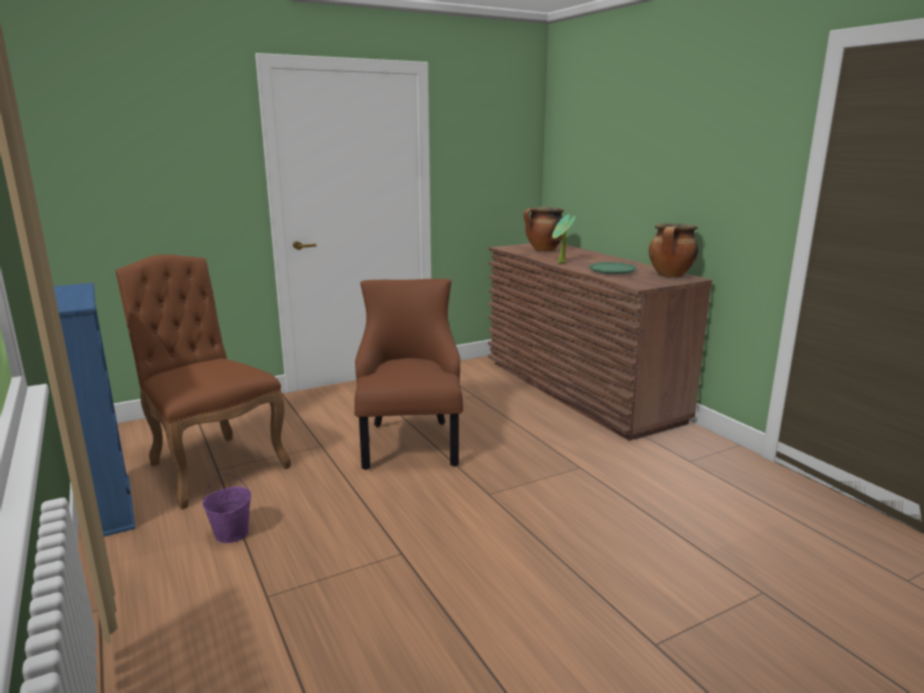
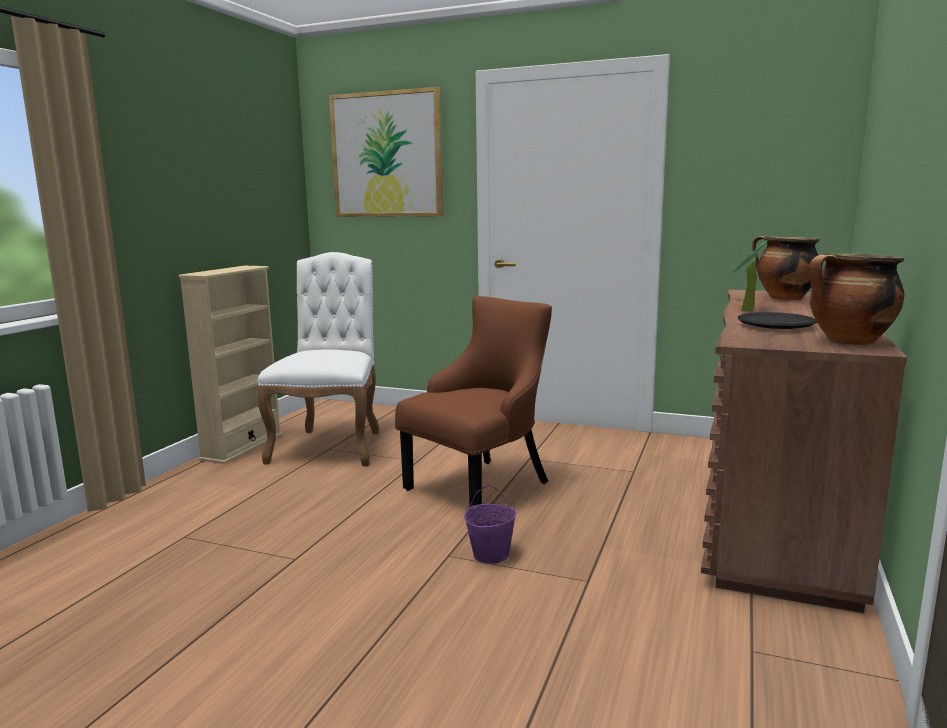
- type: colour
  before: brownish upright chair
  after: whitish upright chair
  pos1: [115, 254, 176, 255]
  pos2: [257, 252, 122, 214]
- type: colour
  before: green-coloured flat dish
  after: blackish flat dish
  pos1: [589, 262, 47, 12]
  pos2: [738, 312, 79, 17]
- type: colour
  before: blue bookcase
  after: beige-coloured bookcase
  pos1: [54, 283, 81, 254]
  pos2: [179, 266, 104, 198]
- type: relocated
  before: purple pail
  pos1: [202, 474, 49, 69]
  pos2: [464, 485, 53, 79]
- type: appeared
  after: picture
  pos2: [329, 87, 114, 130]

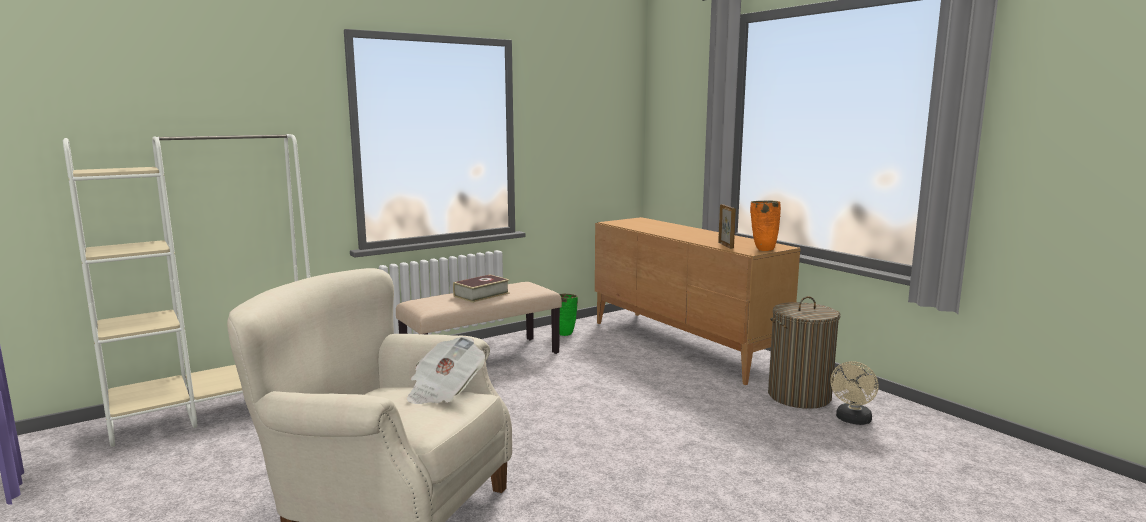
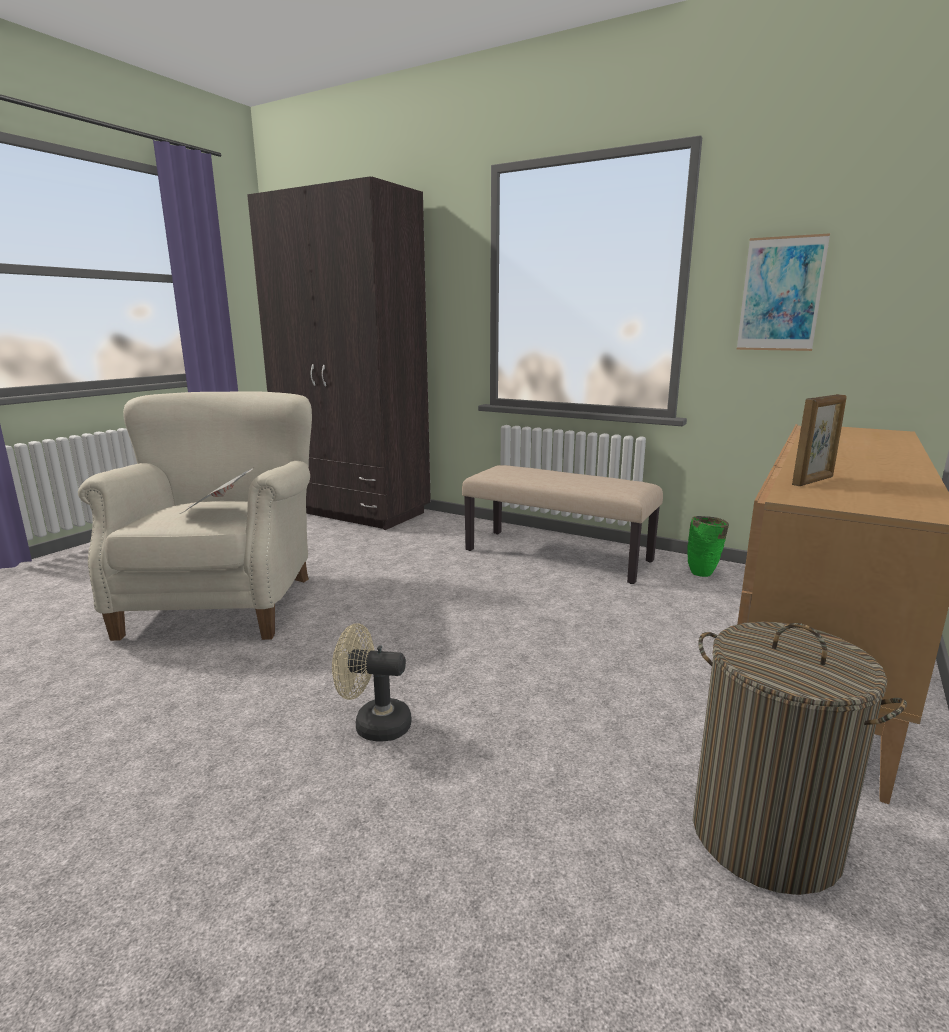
- type: exchanged
  before: beige-coloured garment stand
  after: brownish wardrobe
  pos1: [63, 134, 247, 313]
  pos2: [247, 176, 184, 354]
- type: missing
  before: orange vase
  pos1: [750, 200, 31, 51]
- type: missing
  before: book
  pos1: [453, 274, 57, 28]
- type: relocated
  before: beige-coloured cooling fan
  pos1: [831, 361, 48, 64]
  pos2: [332, 623, 80, 119]
- type: appeared
  after: picture
  pos2: [736, 233, 94, 118]

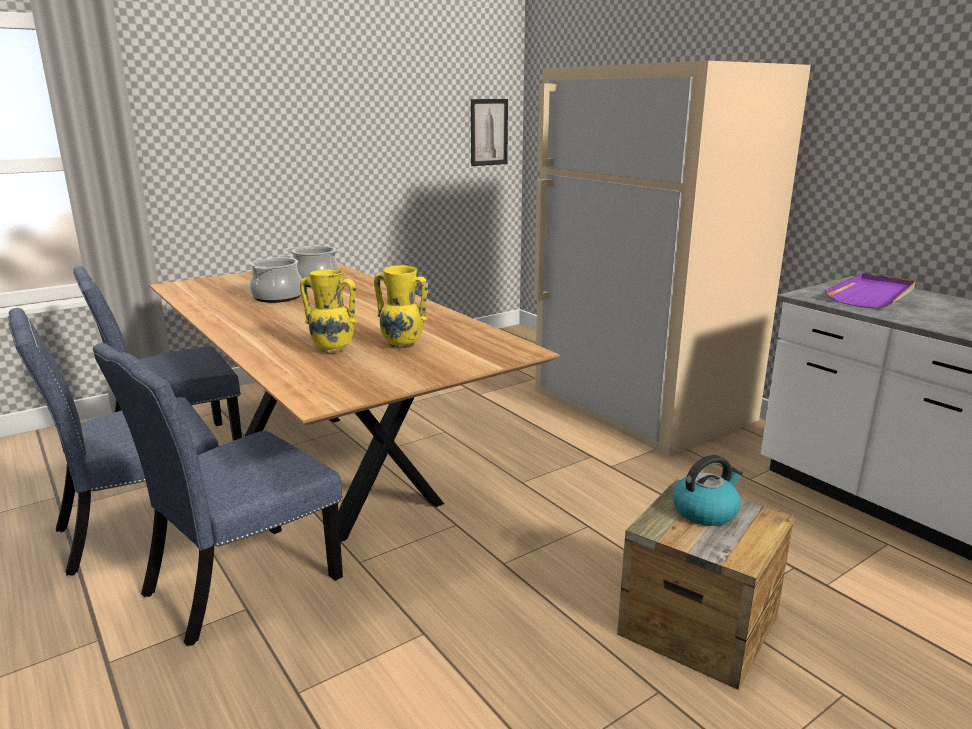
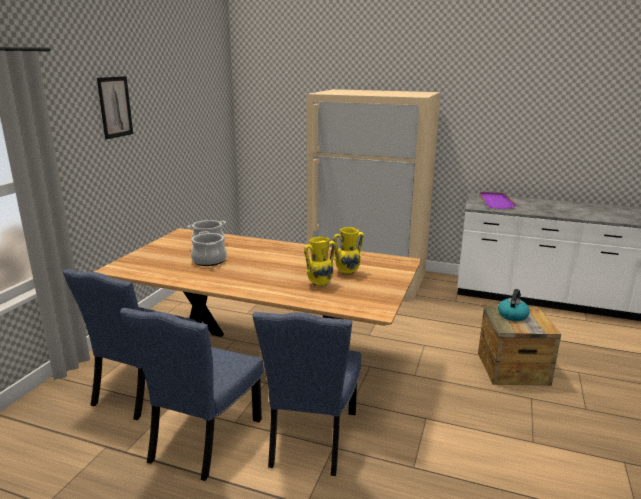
- type: relocated
  before: picture
  pos1: [471, 99, 37, 67]
  pos2: [97, 76, 36, 63]

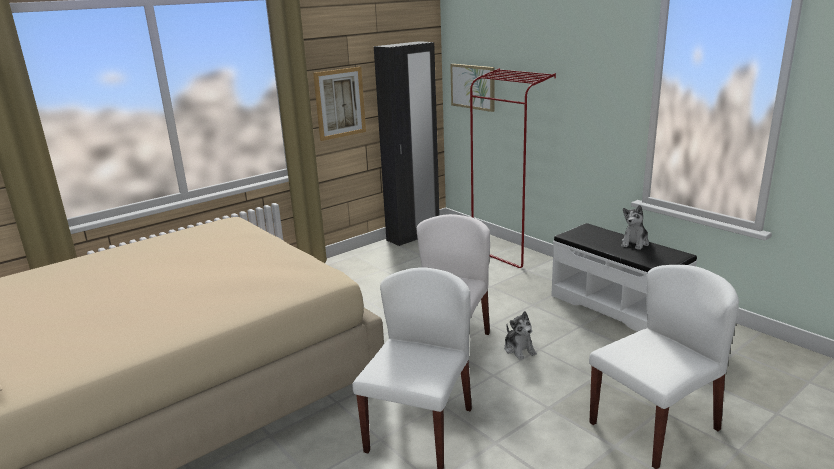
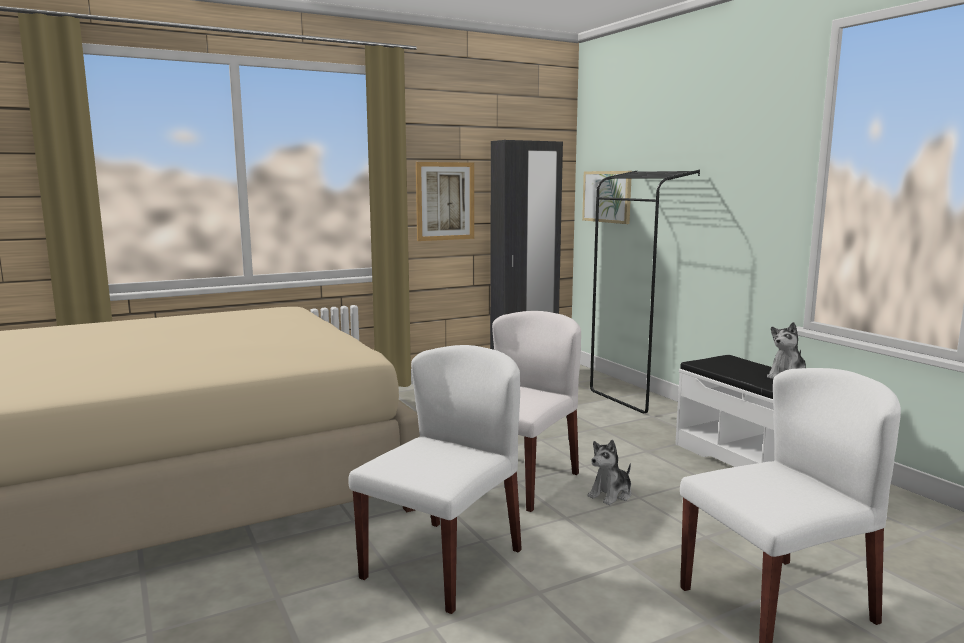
- type: colour
  before: reddish garment stand
  after: blackish garment stand
  pos1: [470, 68, 86, 200]
  pos2: [590, 170, 110, 243]
- type: spun
  before: plush toy
  pos1: [504, 311, 33, 49]
  pos2: [587, 440, 44, 65]
  turn: 60

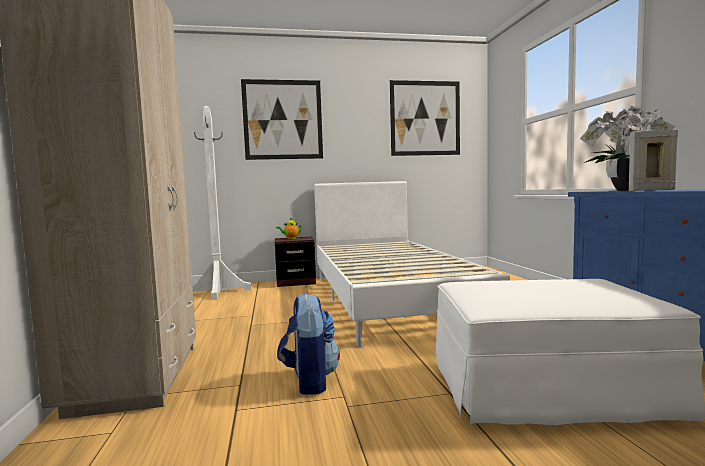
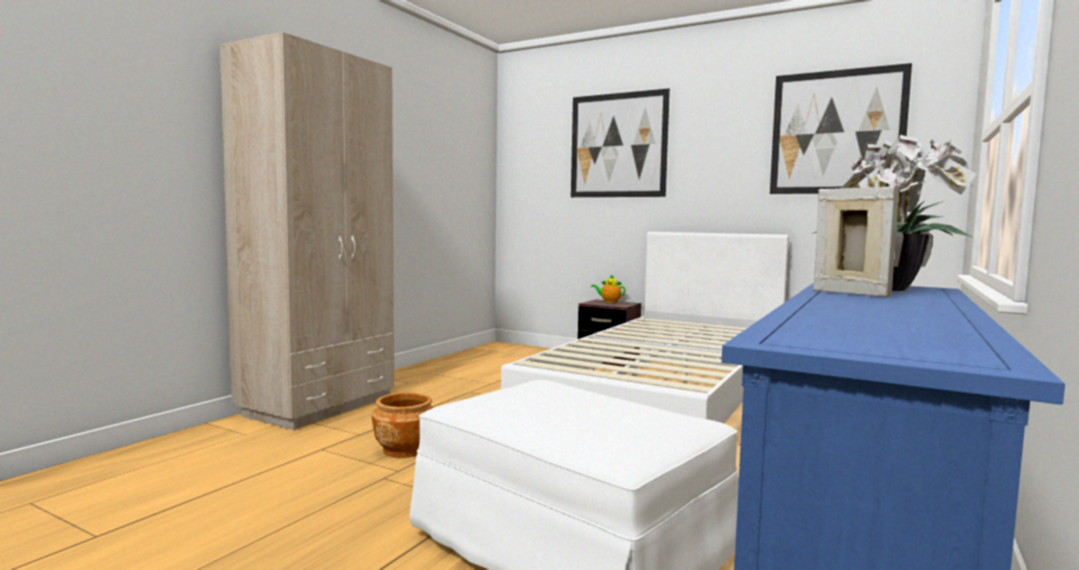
- type: missing
  before: whitish garment stand
  pos1: [192, 106, 60, 194]
- type: exchanged
  before: rucksack
  after: brownish flower pot
  pos1: [277, 293, 63, 102]
  pos2: [372, 392, 61, 66]

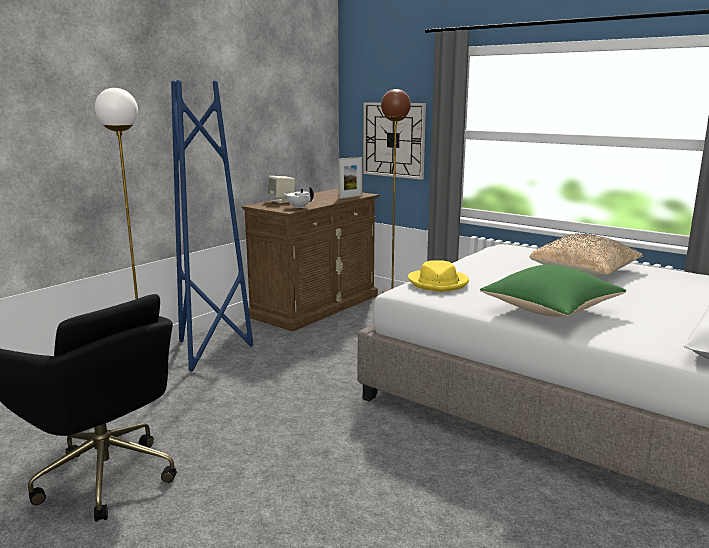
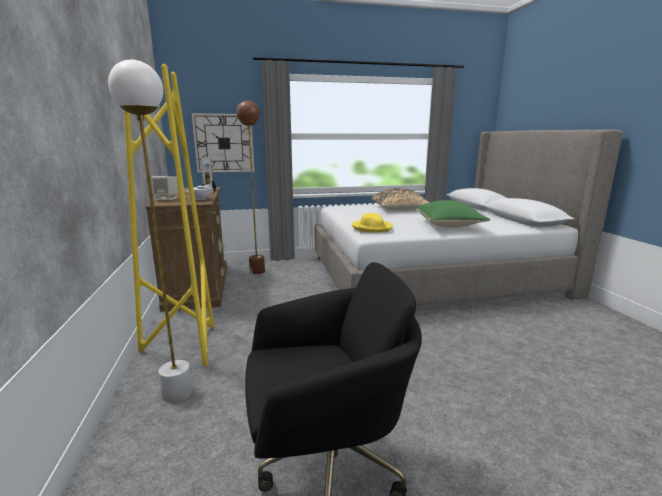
- type: colour
  before: blue garment stand
  after: yellowish garment stand
  pos1: [171, 80, 82, 292]
  pos2: [124, 64, 90, 303]

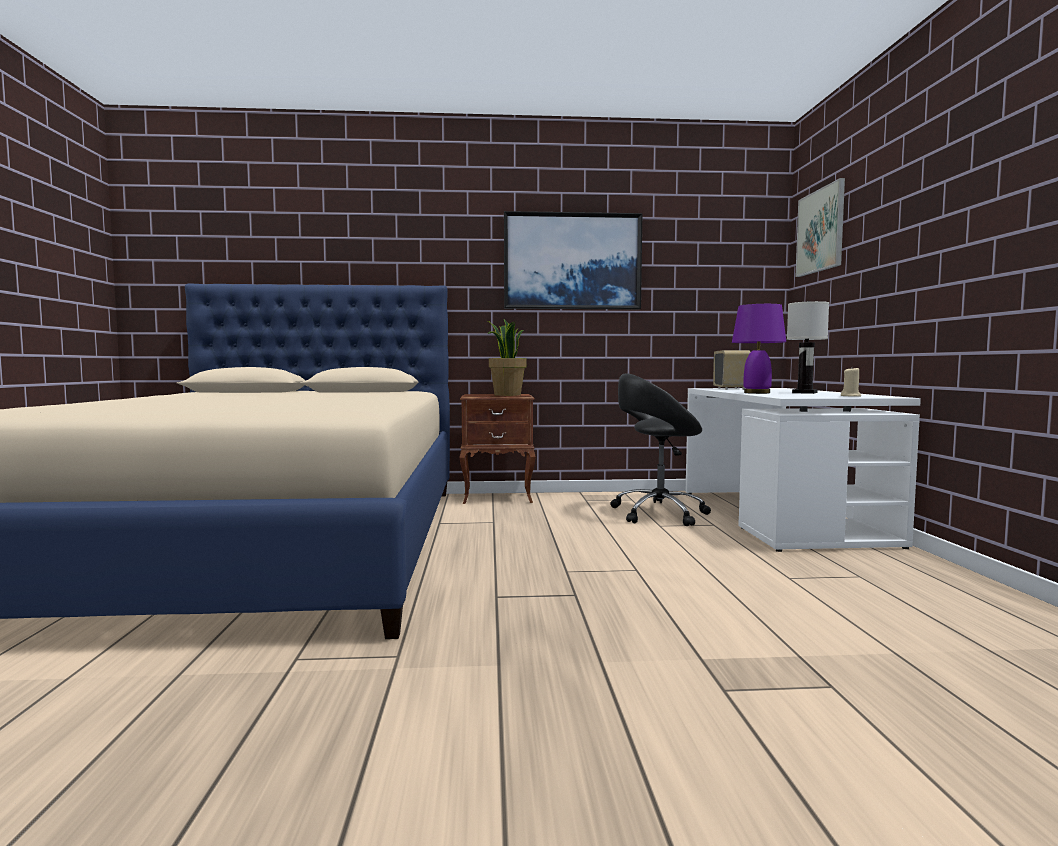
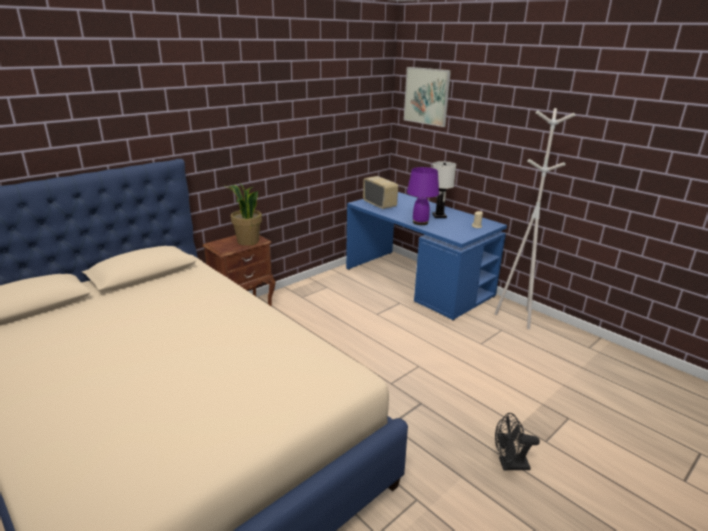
- type: missing
  before: picture
  pos1: [504, 211, 138, 98]
- type: missing
  before: blackish office chair
  pos1: [610, 373, 101, 153]
- type: colour
  before: whitish desk
  after: blue desk
  pos1: [686, 388, 235, 164]
  pos2: [346, 192, 161, 128]
- type: appeared
  after: gray garment stand
  pos2: [495, 108, 80, 221]
- type: appeared
  after: blackish cooling fan
  pos2: [495, 413, 45, 57]

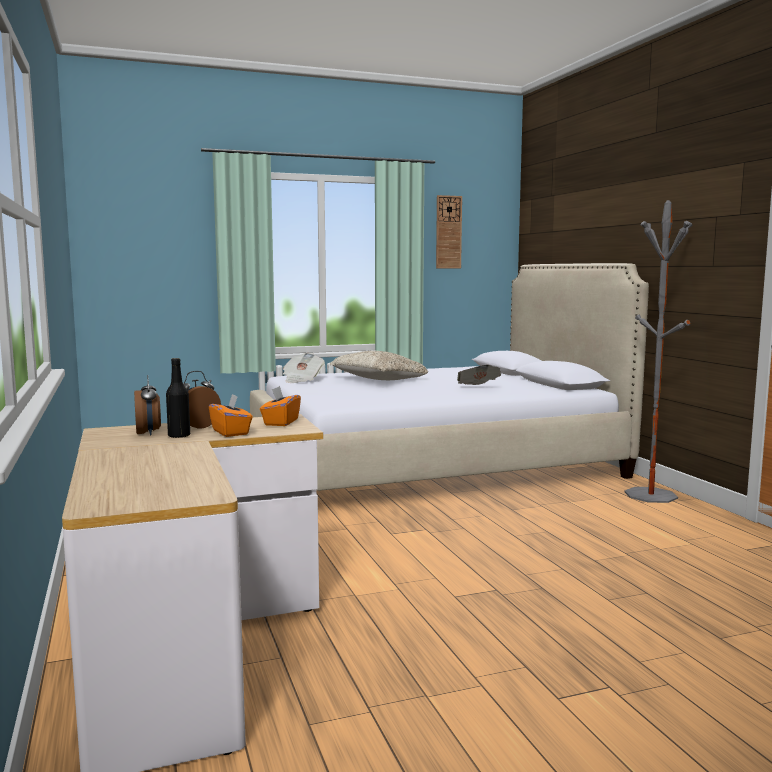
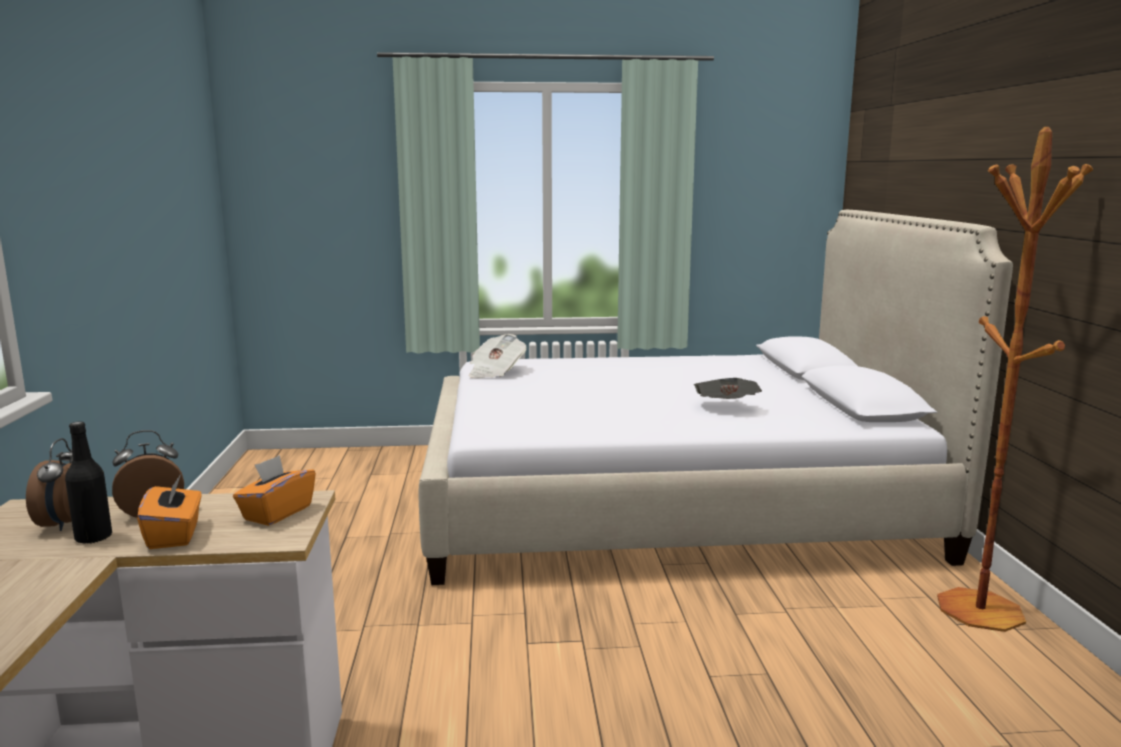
- type: missing
  before: wall clock
  pos1: [436, 195, 26, 73]
- type: colour
  before: gray garment stand
  after: orange garment stand
  pos1: [625, 200, 68, 303]
  pos2: [937, 127, 156, 505]
- type: missing
  before: beige-coloured throw pillow
  pos1: [330, 351, 98, 29]

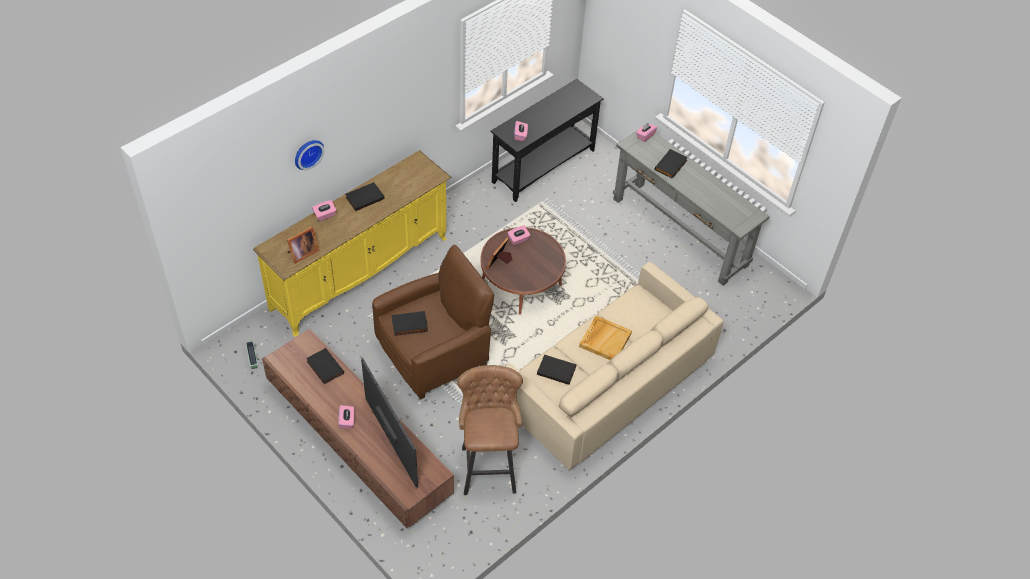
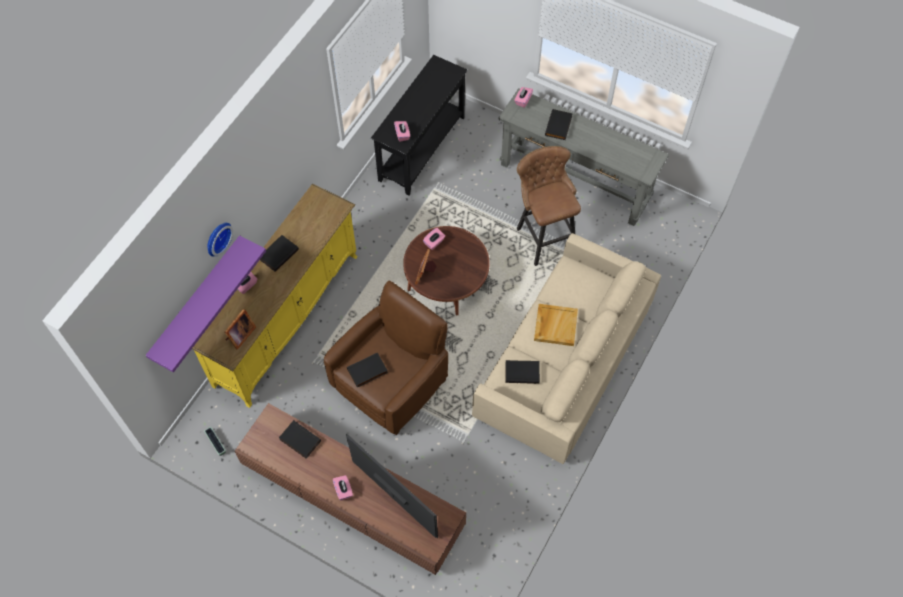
- type: relocated
  before: brownish stool seat
  pos1: [457, 365, 66, 130]
  pos2: [517, 146, 64, 120]
- type: appeared
  after: purple shelf
  pos2: [146, 235, 120, 138]

